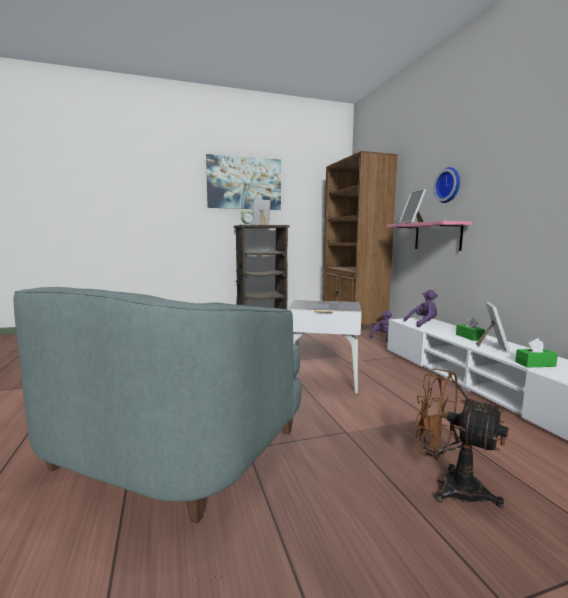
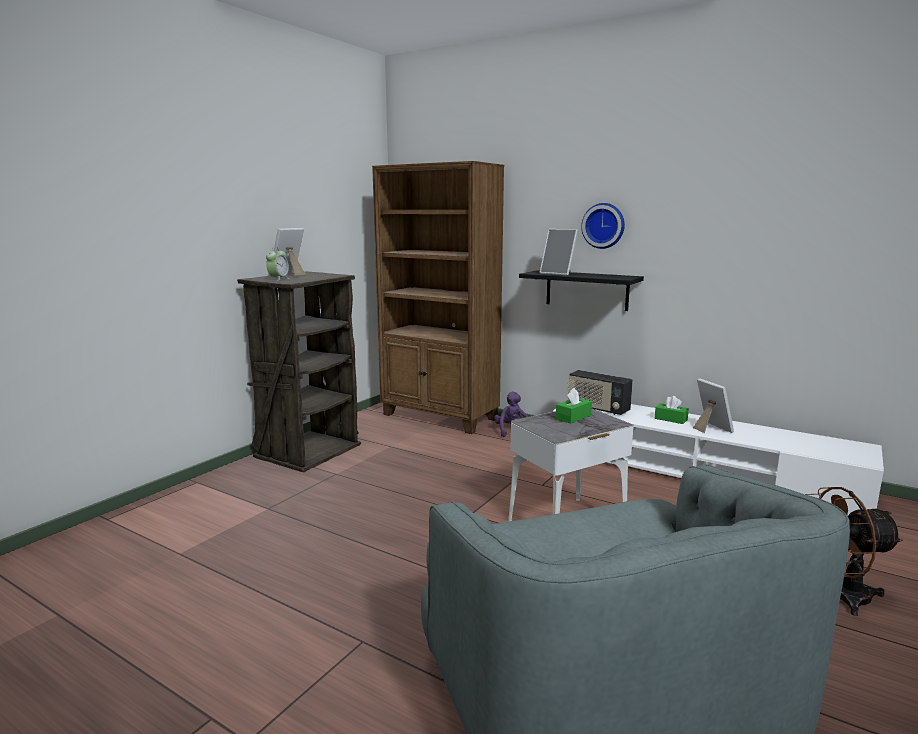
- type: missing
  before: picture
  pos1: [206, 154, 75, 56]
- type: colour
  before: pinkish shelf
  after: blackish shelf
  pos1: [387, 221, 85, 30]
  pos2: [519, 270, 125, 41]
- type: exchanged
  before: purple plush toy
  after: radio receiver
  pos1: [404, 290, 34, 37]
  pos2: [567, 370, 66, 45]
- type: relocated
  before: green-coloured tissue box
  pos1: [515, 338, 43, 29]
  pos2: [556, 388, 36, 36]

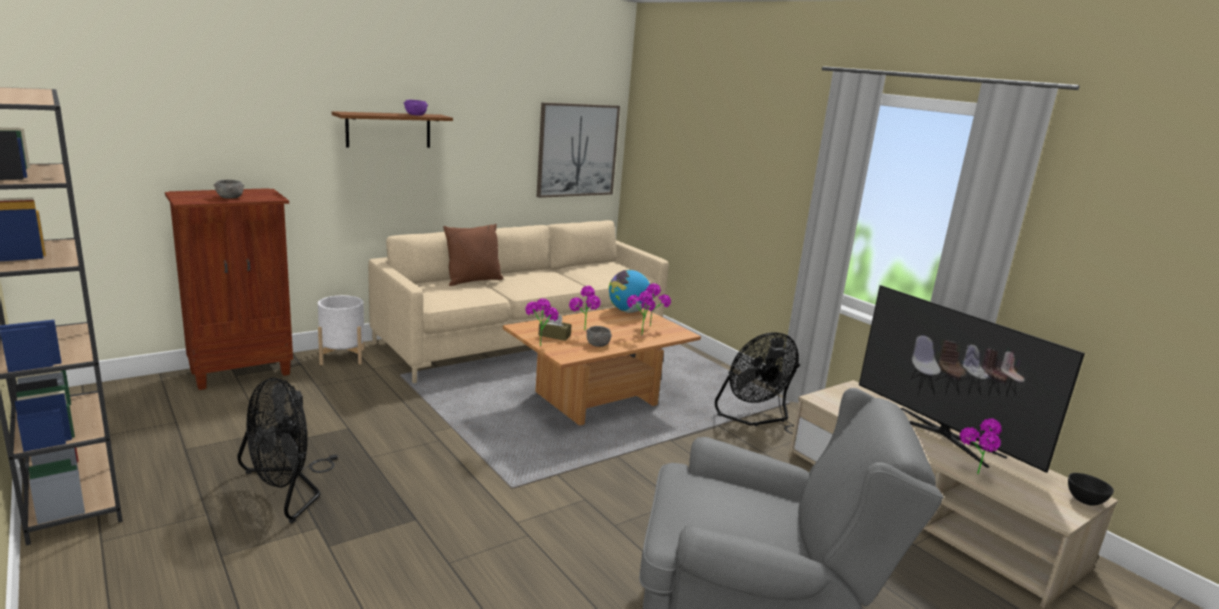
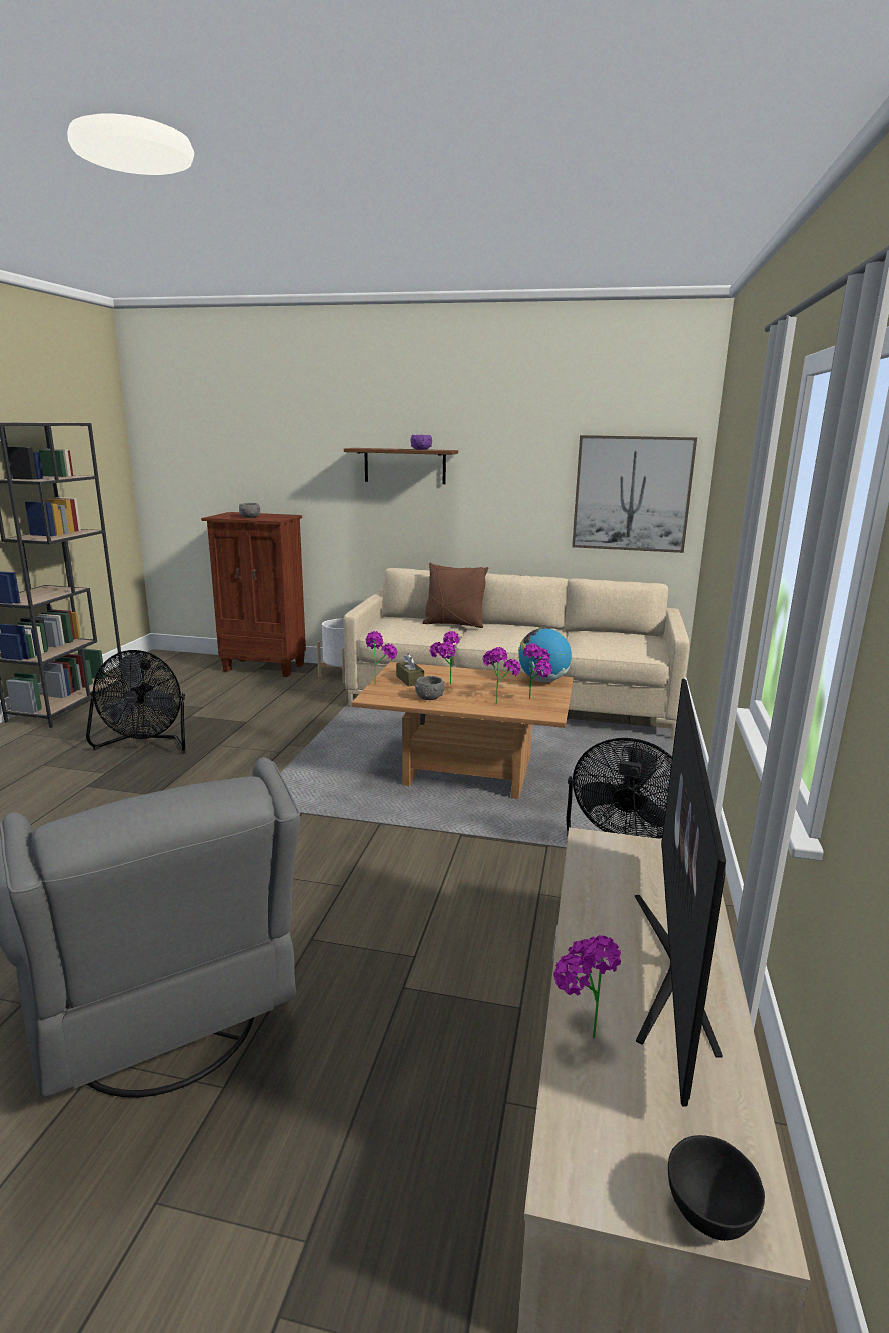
- type: spun
  before: blackish cooling fan
  pos1: [237, 377, 103, 147]
  pos2: [86, 650, 100, 104]
  turn: -90

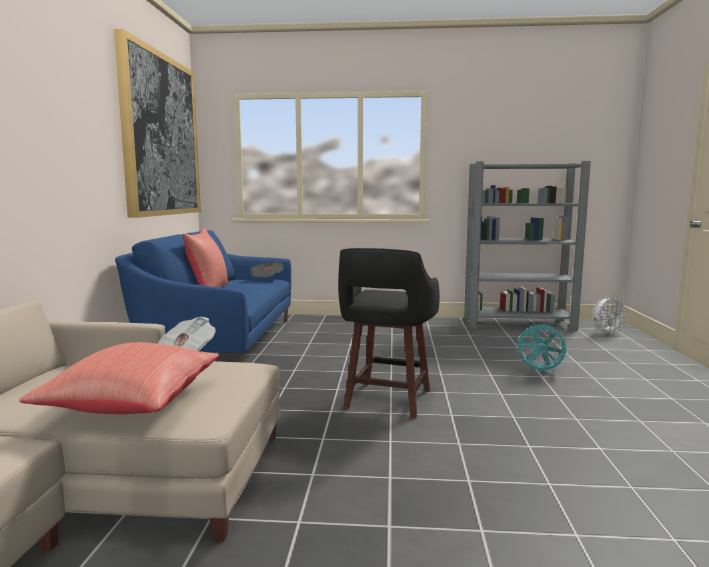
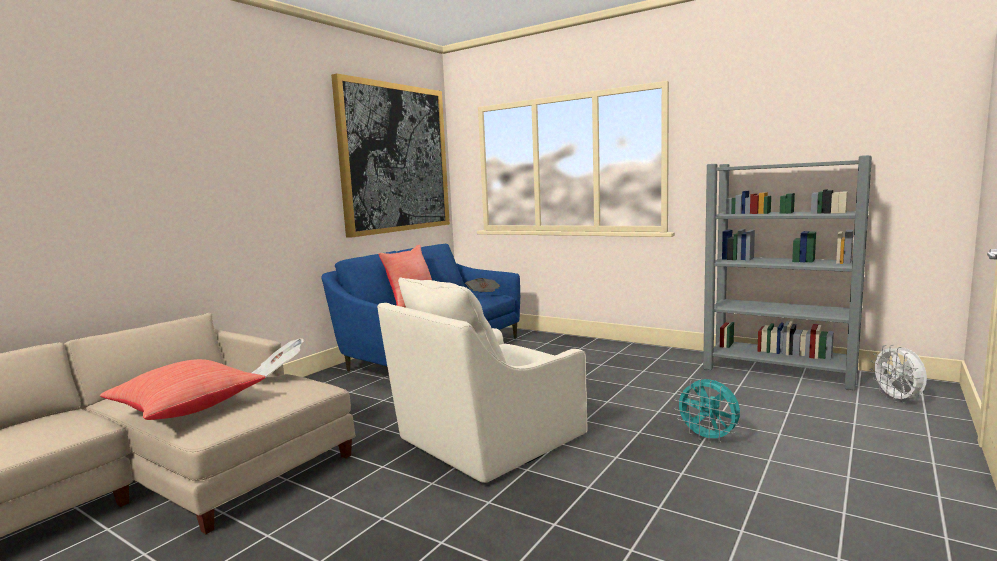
- type: exchanged
  before: blackish stool seat
  after: beige-coloured easy chair
  pos1: [338, 248, 102, 171]
  pos2: [377, 278, 210, 205]
- type: spun
  before: whitish cooling fan
  pos1: [592, 295, 36, 40]
  pos2: [870, 345, 57, 58]
  turn: 75

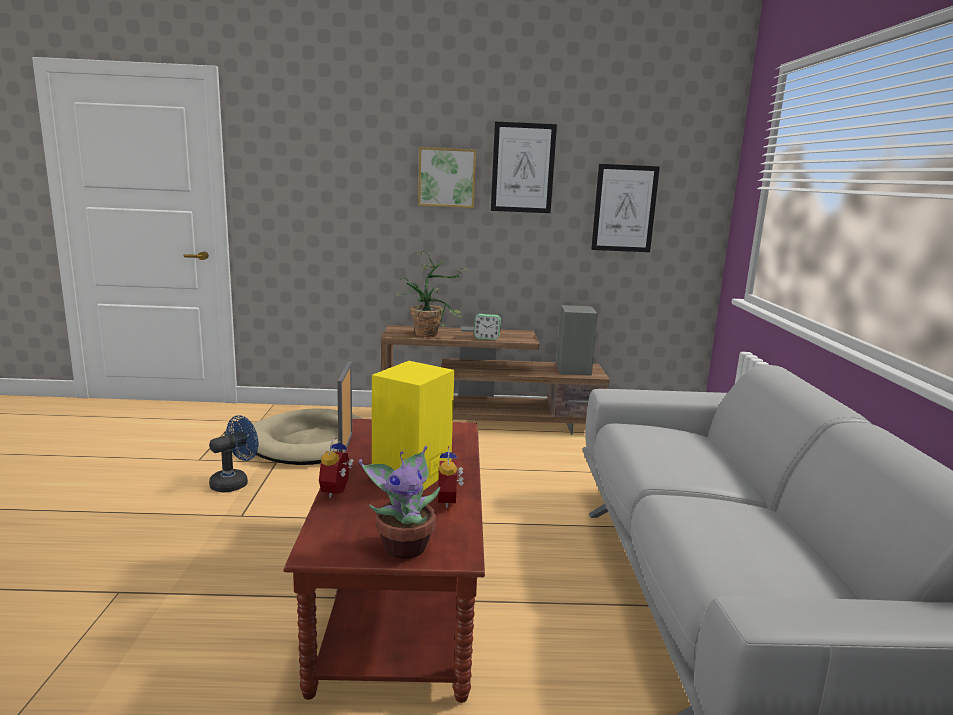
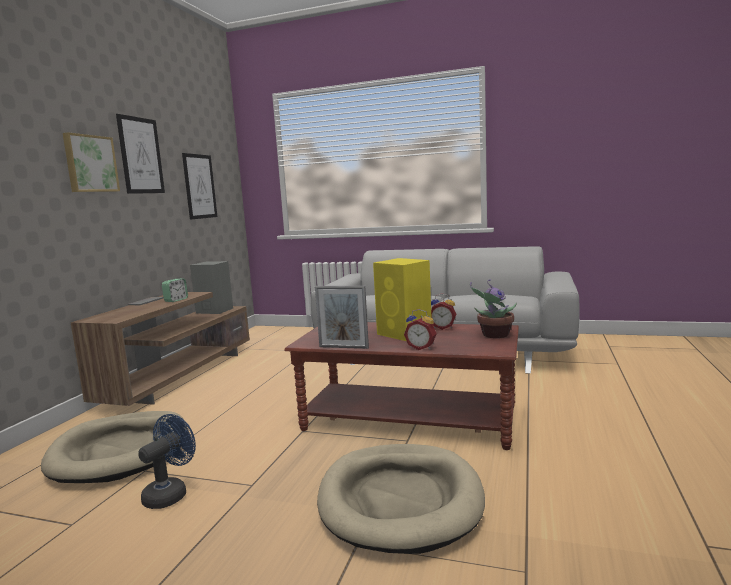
- type: missing
  before: plant in a pot
  pos1: [395, 251, 72, 86]
- type: spun
  before: blue cooling fan
  pos1: [209, 415, 49, 78]
  pos2: [138, 414, 58, 95]
  turn: 60
- type: appeared
  after: beige-coloured dog cushion
  pos2: [317, 444, 168, 110]

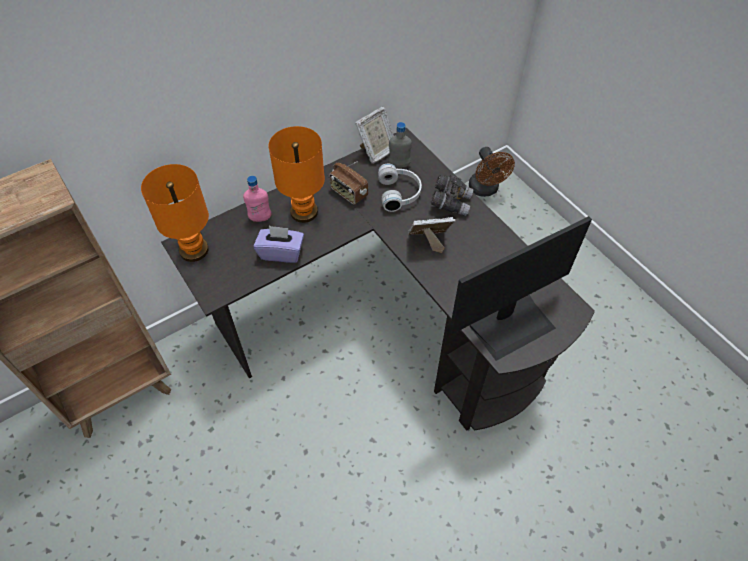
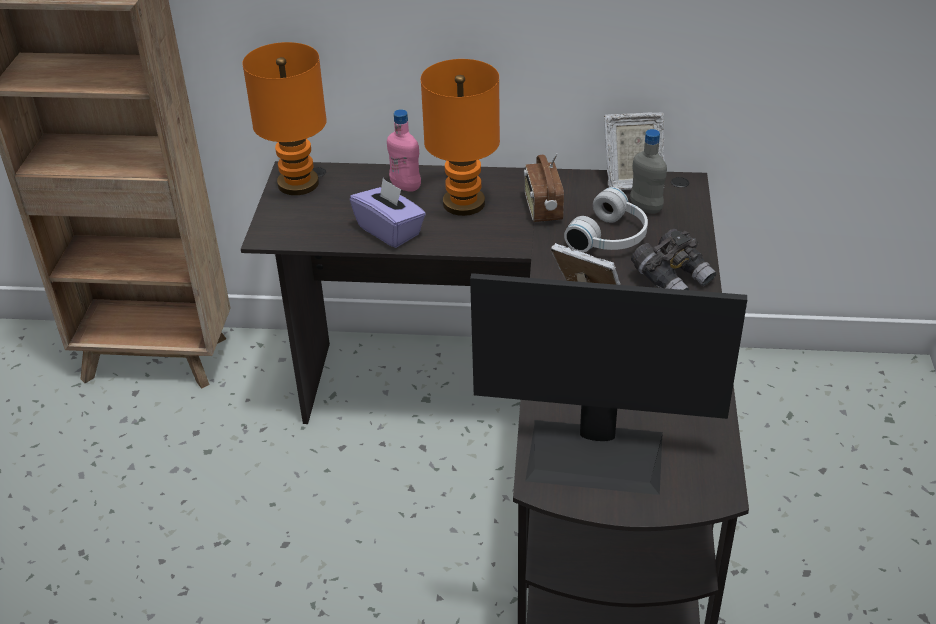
- type: missing
  before: brownish cooling fan
  pos1: [469, 147, 46, 50]

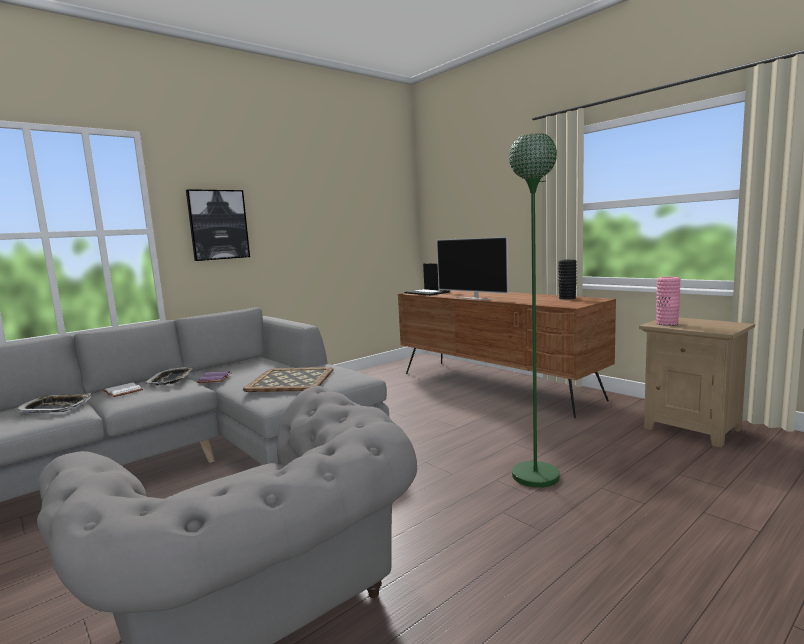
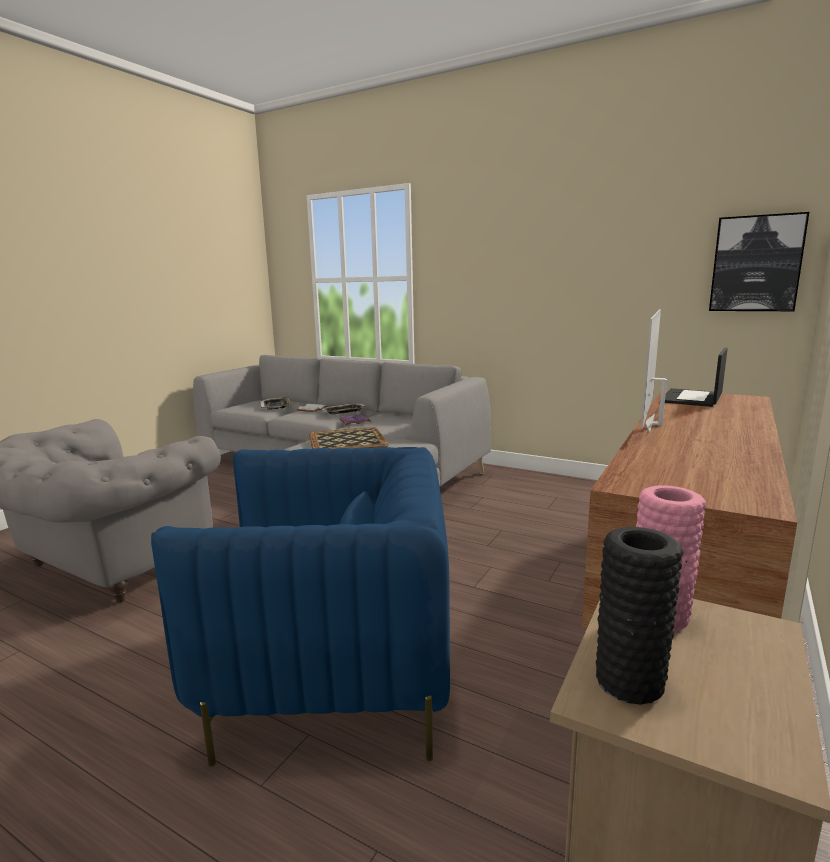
- type: exchanged
  before: green-coloured floor lamp
  after: blue easy chair
  pos1: [509, 133, 50, 355]
  pos2: [151, 447, 299, 319]
- type: relocated
  before: picture
  pos1: [186, 189, 64, 72]
  pos2: [709, 212, 100, 99]
- type: relocated
  before: blackish vase
  pos1: [558, 259, 19, 41]
  pos2: [596, 527, 88, 178]

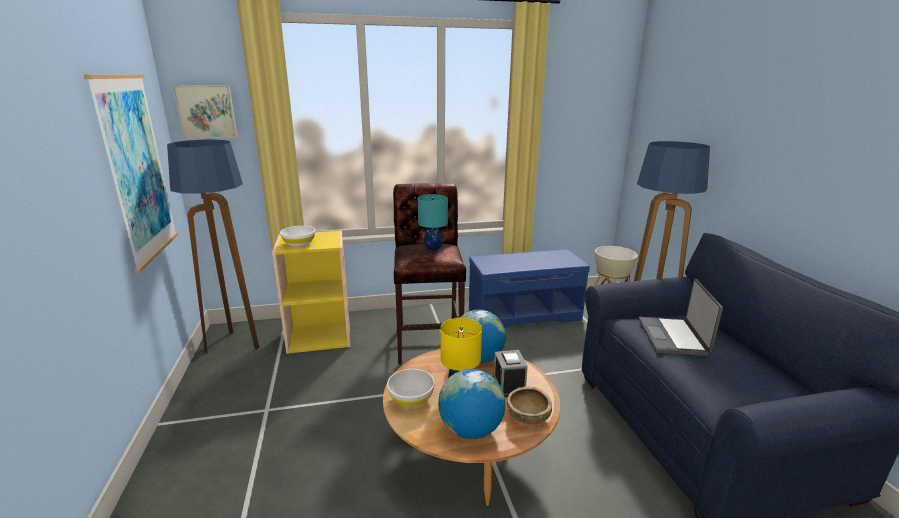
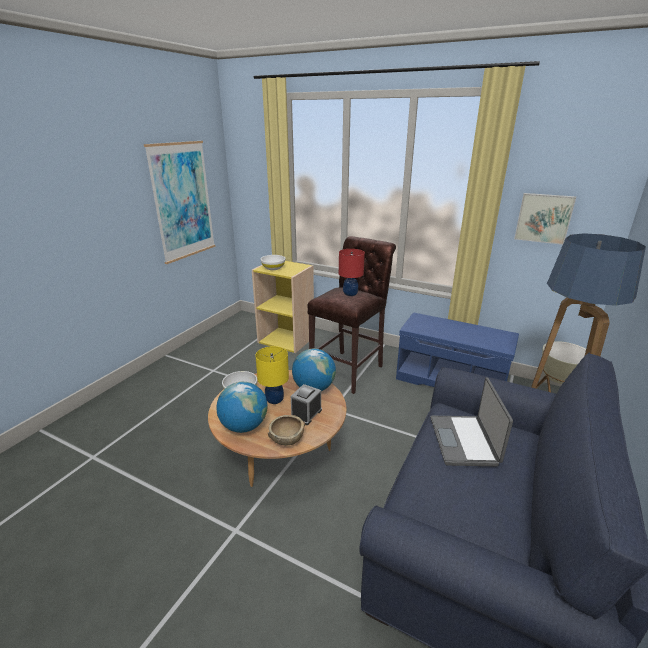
- type: relocated
  before: picture
  pos1: [173, 85, 65, 54]
  pos2: [514, 193, 62, 52]
- type: missing
  before: floor lamp
  pos1: [167, 140, 92, 213]
- type: colour
  before: blue-green lamp for a table
  after: reddish lamp for a table
  pos1: [418, 194, 30, 56]
  pos2: [339, 249, 26, 47]
- type: spun
  before: notebook computer
  pos1: [639, 279, 84, 77]
  pos2: [430, 378, 83, 88]
  turn: -45

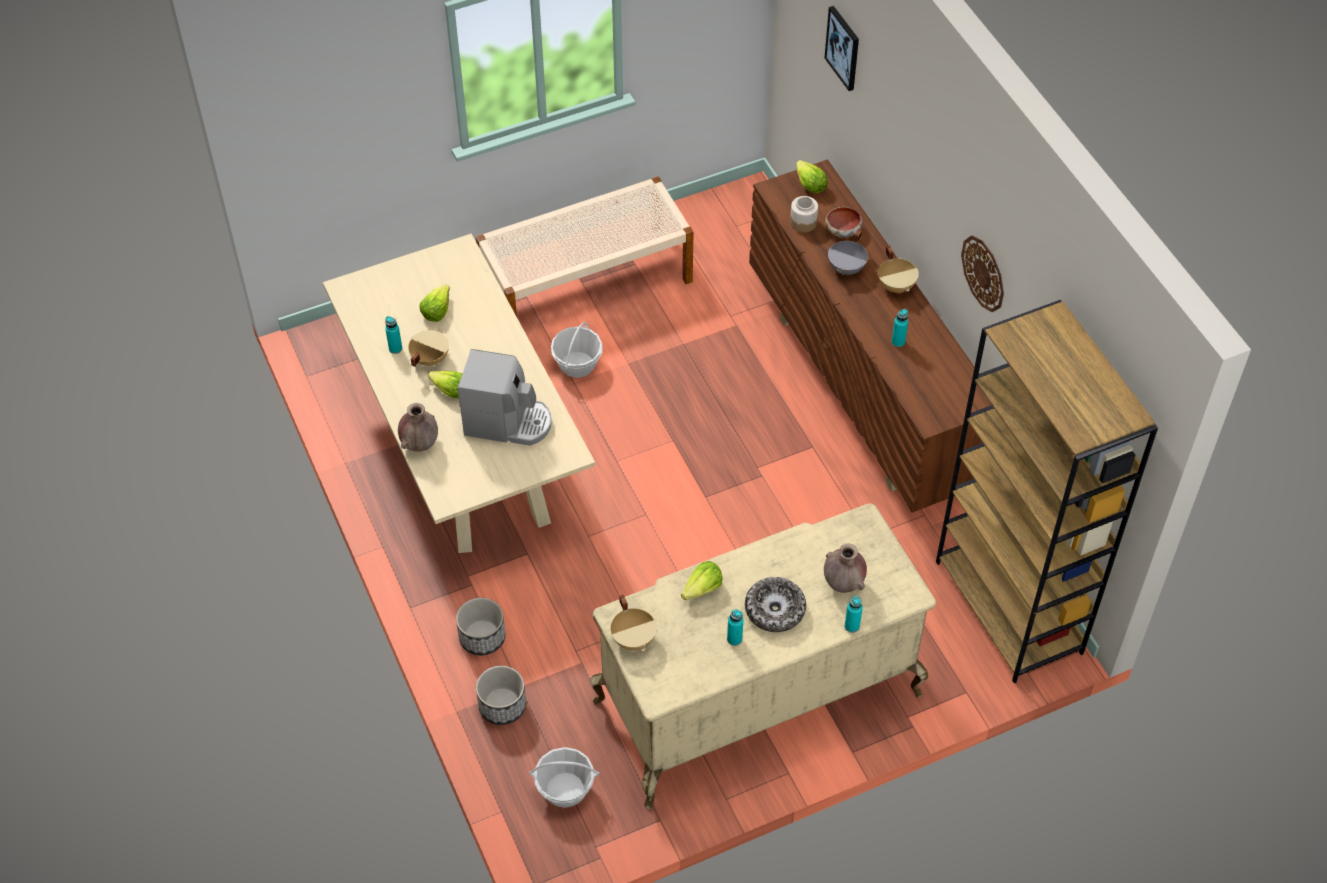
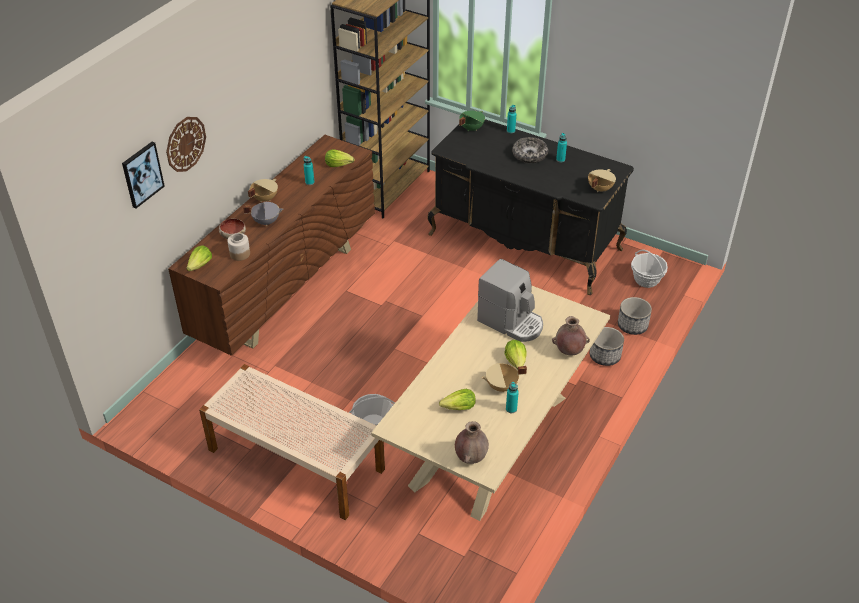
- type: relocated
  before: wall clock
  pos1: [961, 236, 43, 76]
  pos2: [166, 117, 40, 55]
- type: spun
  before: coffee machine
  pos1: [458, 349, 94, 97]
  pos2: [477, 259, 66, 83]
  turn: 150
- type: colour
  before: beige-coloured dresser
  after: blackish dresser
  pos1: [590, 503, 346, 307]
  pos2: [427, 119, 207, 176]
- type: relocated
  before: brownish vase
  pos1: [824, 544, 43, 49]
  pos2: [455, 421, 34, 43]
- type: relocated
  before: lettuce
  pos1: [681, 561, 42, 39]
  pos2: [325, 149, 30, 18]
- type: appeared
  after: green-coloured cooking pot
  pos2: [459, 111, 26, 20]

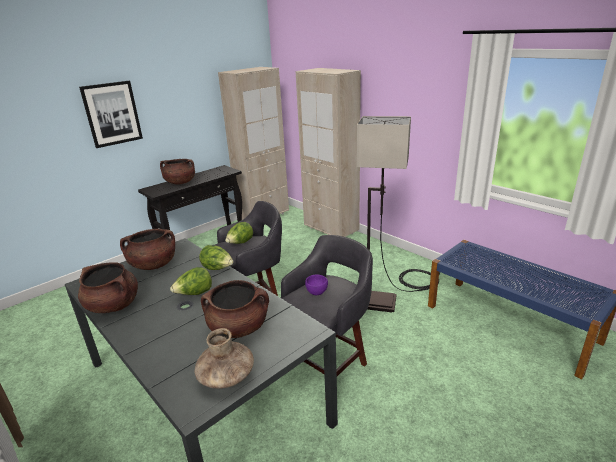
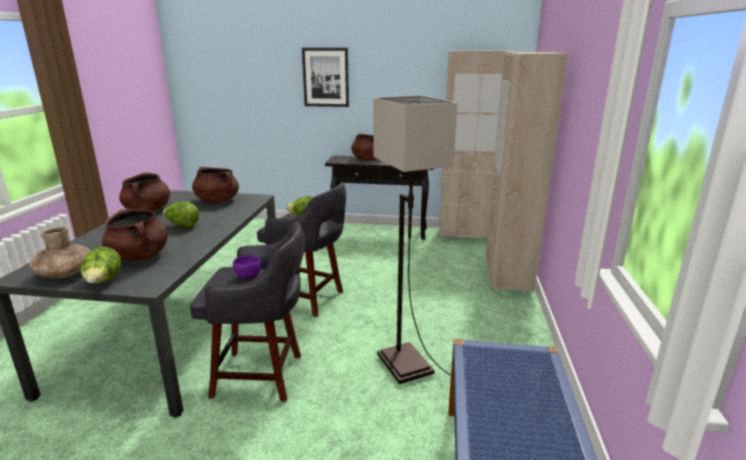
- type: relocated
  before: lettuce
  pos1: [199, 245, 35, 25]
  pos2: [80, 247, 41, 36]

